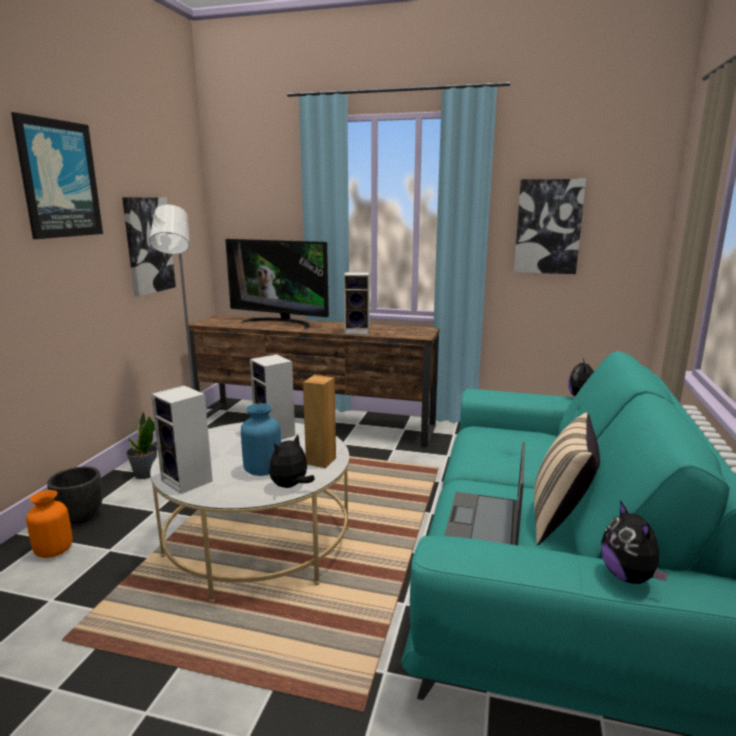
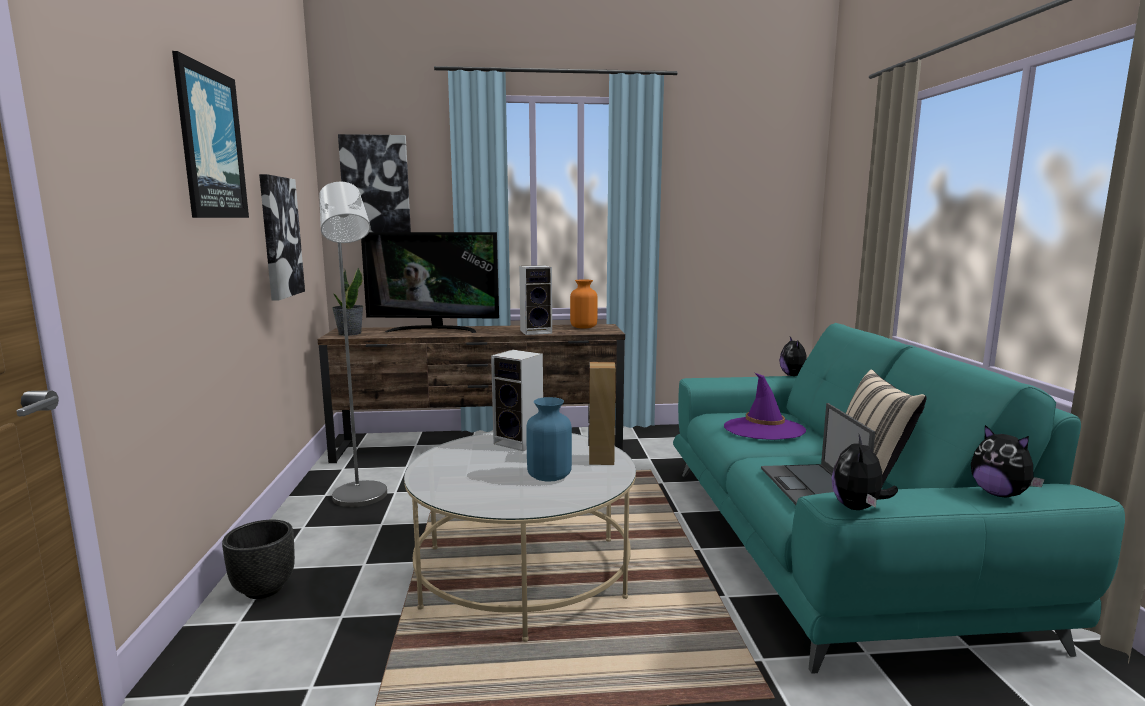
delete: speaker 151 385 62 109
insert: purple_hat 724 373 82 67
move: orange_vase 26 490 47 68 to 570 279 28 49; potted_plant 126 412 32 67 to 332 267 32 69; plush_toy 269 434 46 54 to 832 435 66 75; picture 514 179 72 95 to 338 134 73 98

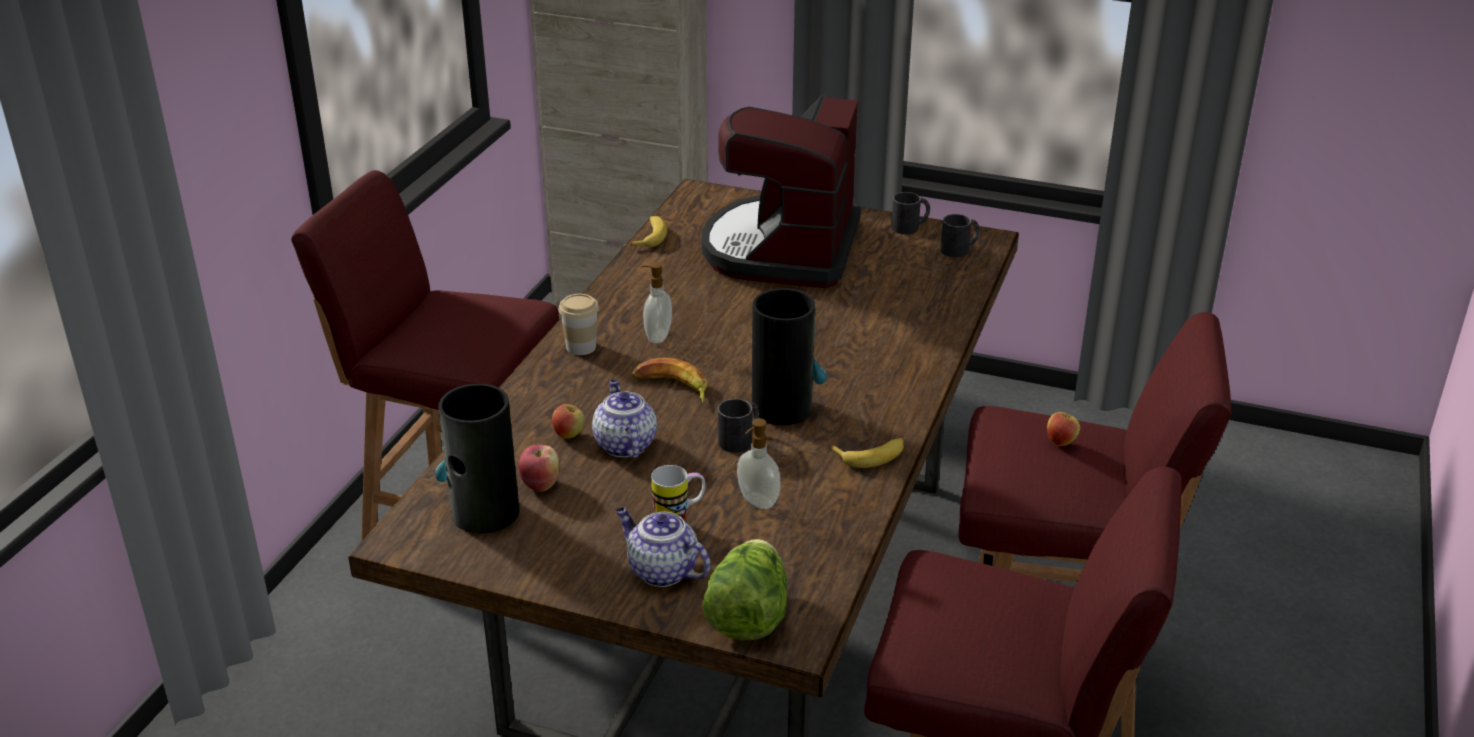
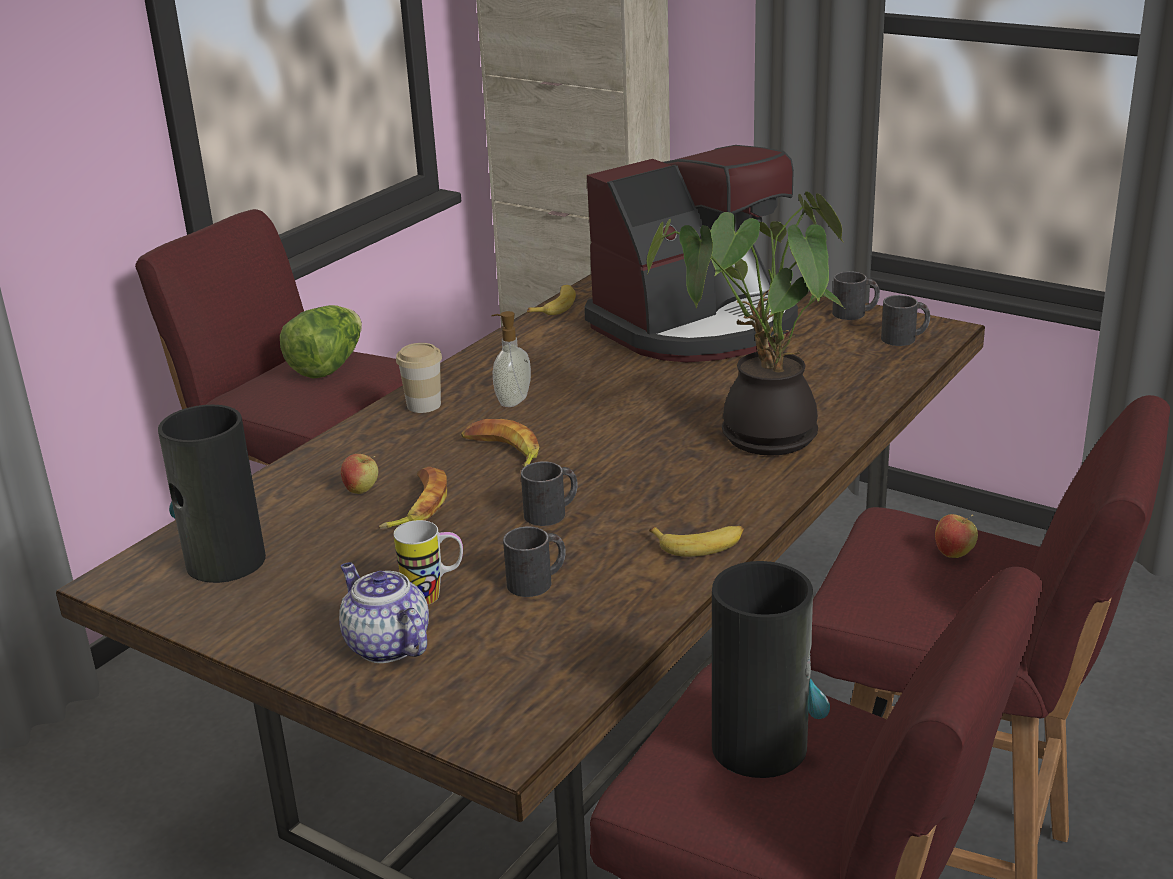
delete: apple 518 445 42 47
insert: potted_plant 646 191 198 265
move: lettuce 702 539 85 102 to 280 305 82 74; vase 752 288 75 137 to 712 561 118 217
replace: teapot 592 380 65 78 to banana 379 466 68 63; soap_dispenser 737 418 44 91 to black_mug 503 527 63 70
rotate: coffee_machine 702 95 159 193 = 584 145 214 217 150 degrees counterclockwise

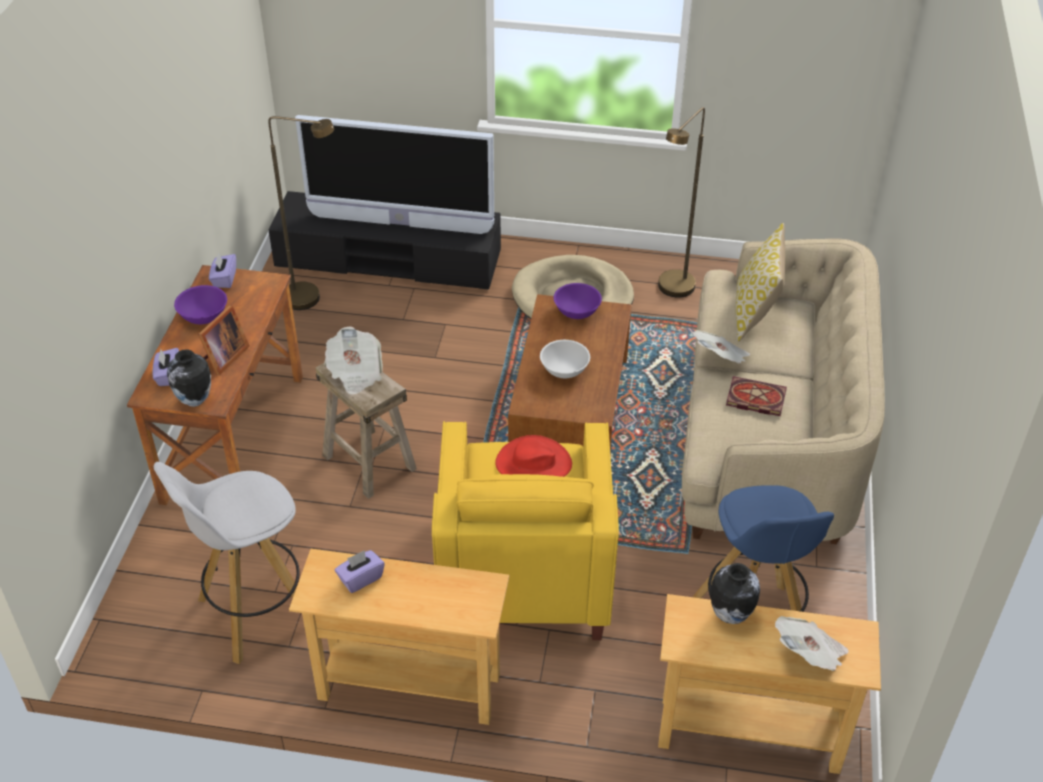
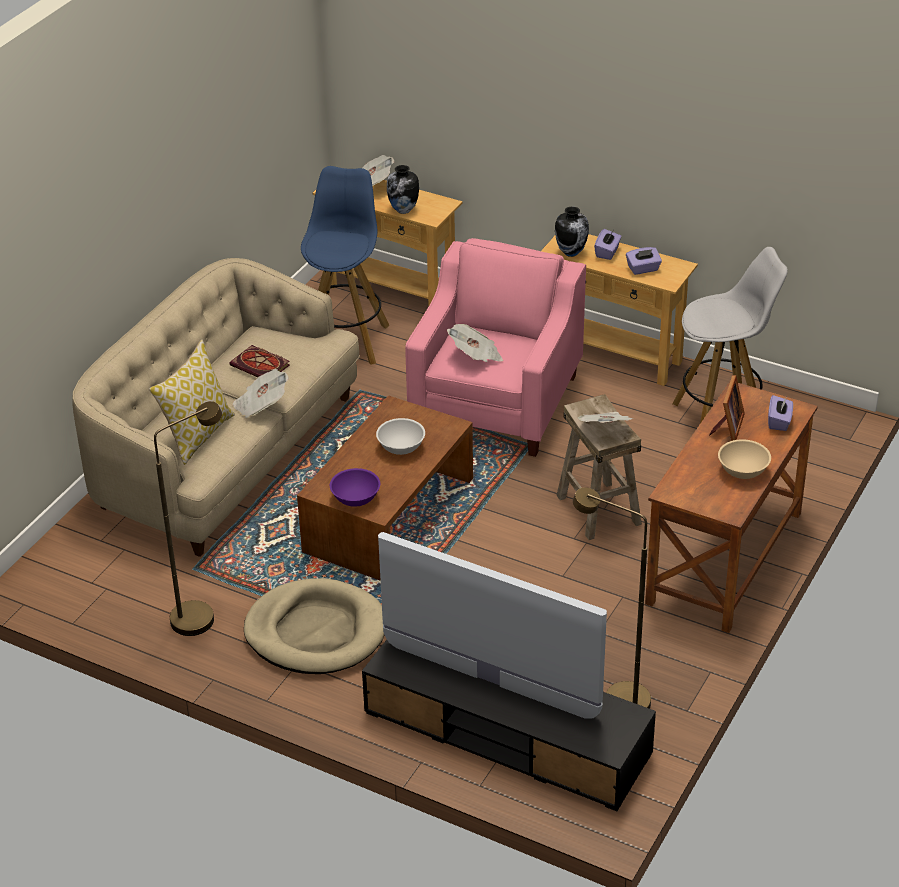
move: vase 167 349 44 58 to 555 206 34 51; purple_tissue_box 209 254 27 34 to 594 229 27 31
replace: red_hat 495 435 77 42 to newspaper 447 324 56 38
recolor: purple_bowl 174 285 53 39 to beige_bowl 718 439 53 40; yellow_armchair 432 421 187 219 to pink_armchair 405 238 181 219
rotate: picture_frame 198 305 52 70 = 709 375 36 66 150 degrees clockwise

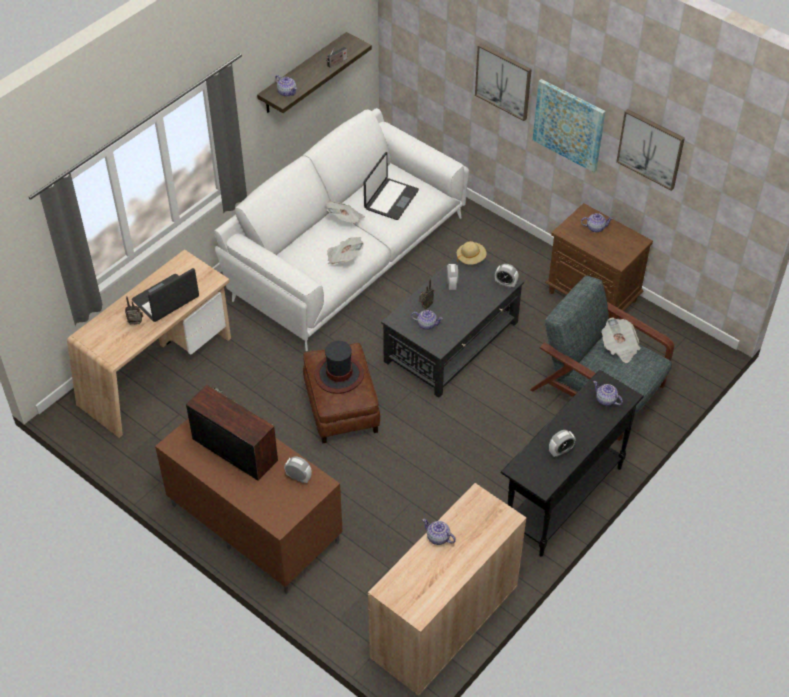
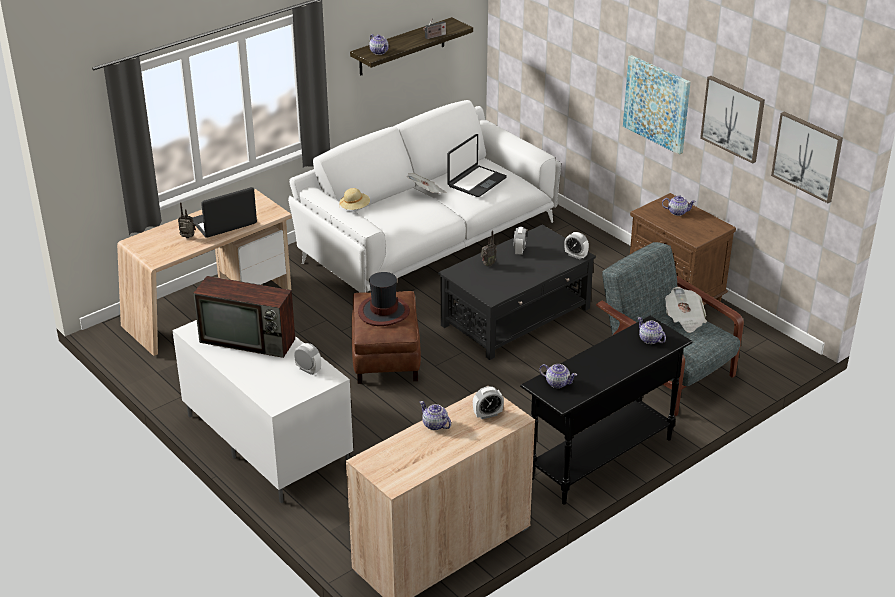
delete: newspaper 327 237 37 27
move: teapot 411 310 32 20 to 539 364 38 24; beige_hat 457 241 30 24 to 339 188 31 22; picture 475 43 57 78 to 771 112 72 91; alarm_clock 549 430 27 27 to 473 386 31 33
recolor: brown_tv_stand 155 418 188 176 to white_tv_stand 172 320 181 183
rotate: television 186 385 92 96 = 193 276 102 82 150 degrees clockwise

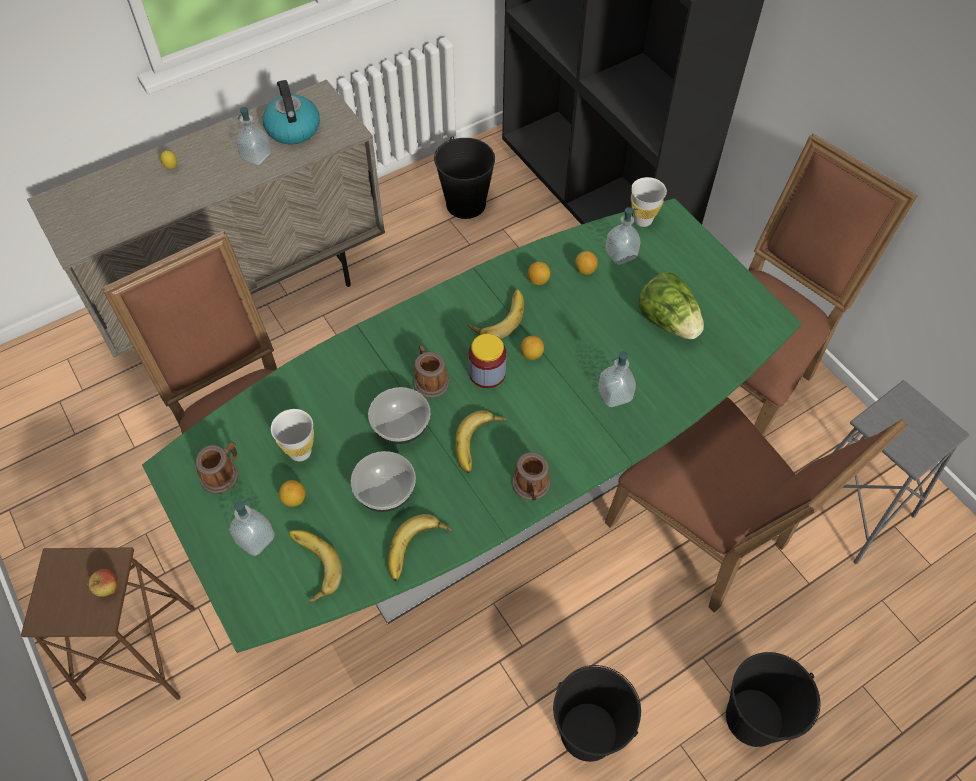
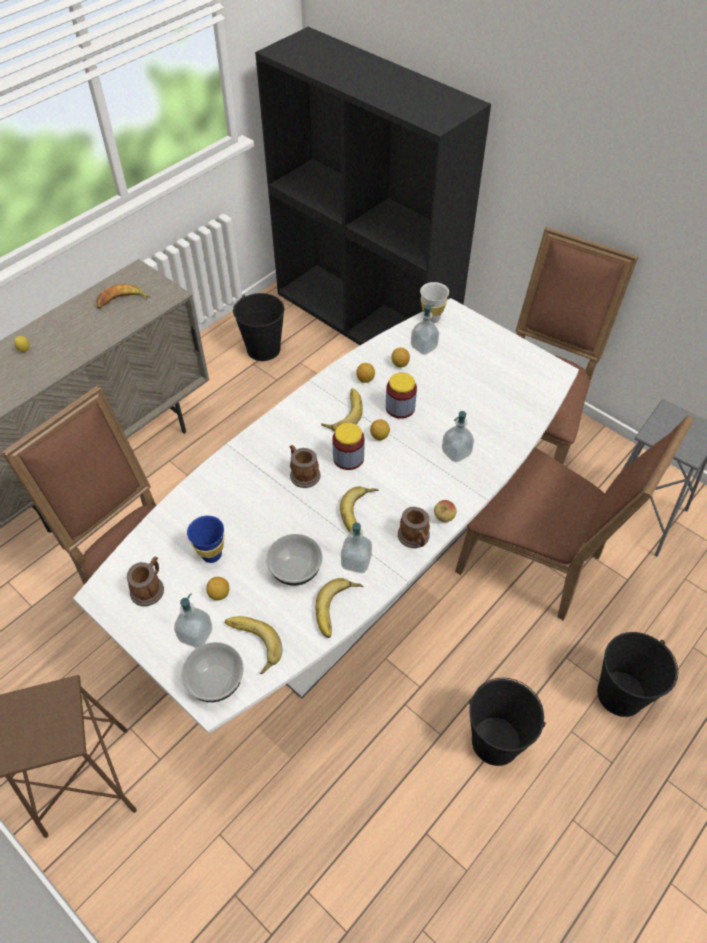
delete: lettuce 639 273 65 66
insert: jar 386 373 31 46
move: apple 87 569 31 28 to 434 500 22 22; soap_dispenser 236 107 35 58 to 341 523 31 50; bowl 368 387 62 57 to 181 642 63 60
replace: kettle 263 80 57 65 to banana 96 284 54 24
recolor: green_dining_table 142 198 659 455 to white_dining_table 73 298 506 436; white_cup 271 409 43 52 to blue_cup 187 516 37 47

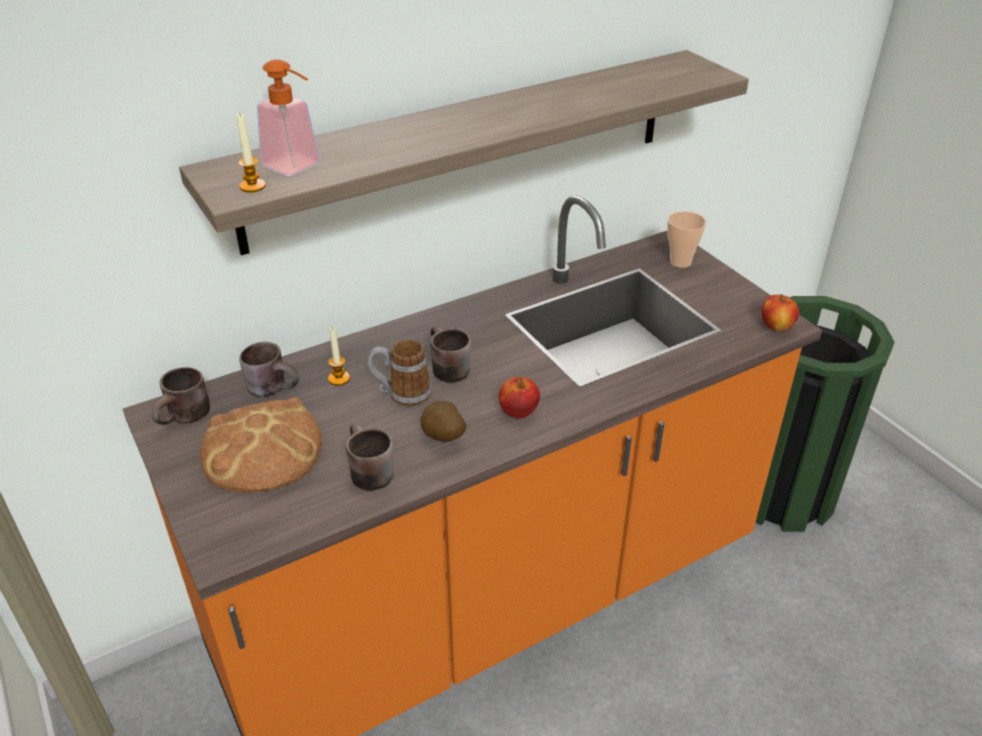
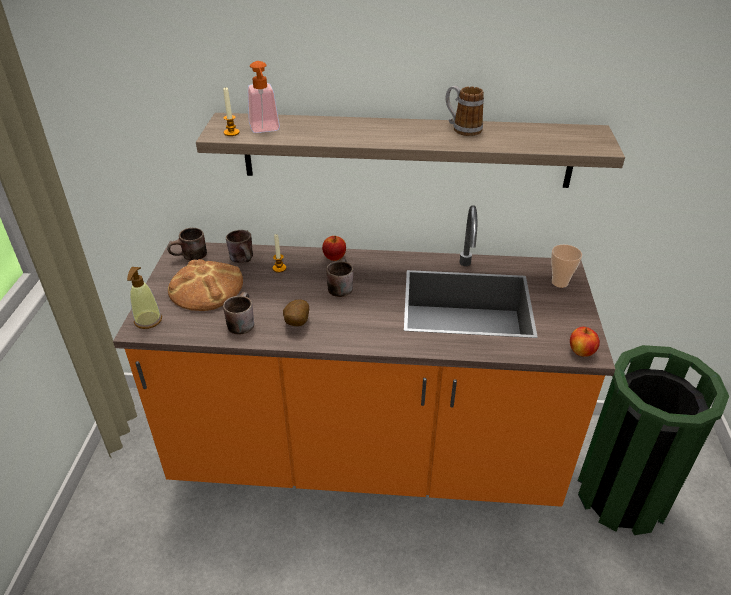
insert: soap_dispenser 127 267 35 62
move: mug 368 339 63 68 to 446 86 38 50; apple 499 377 41 42 to 322 236 24 25

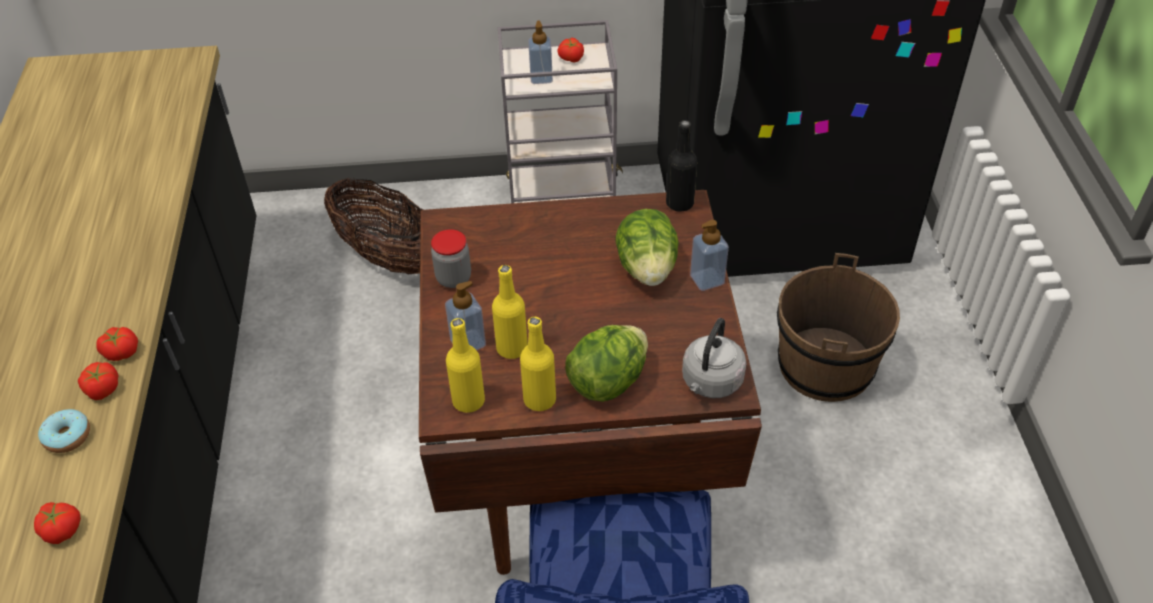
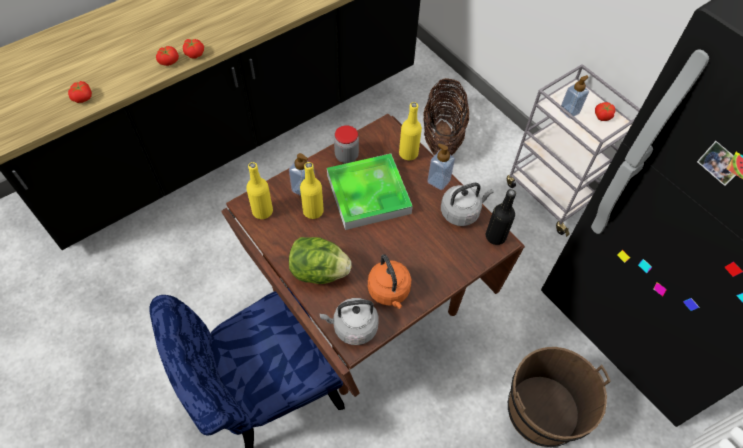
delete: donut 38 409 52 44; lettuce 616 209 63 77
insert: tray 327 154 86 76; orange_kettle 368 254 43 55; grey_kettle 441 182 53 44
move: yellow_bottle 520 317 36 94 to 399 102 23 58; soap_dispenser 690 220 39 71 to 427 143 28 47

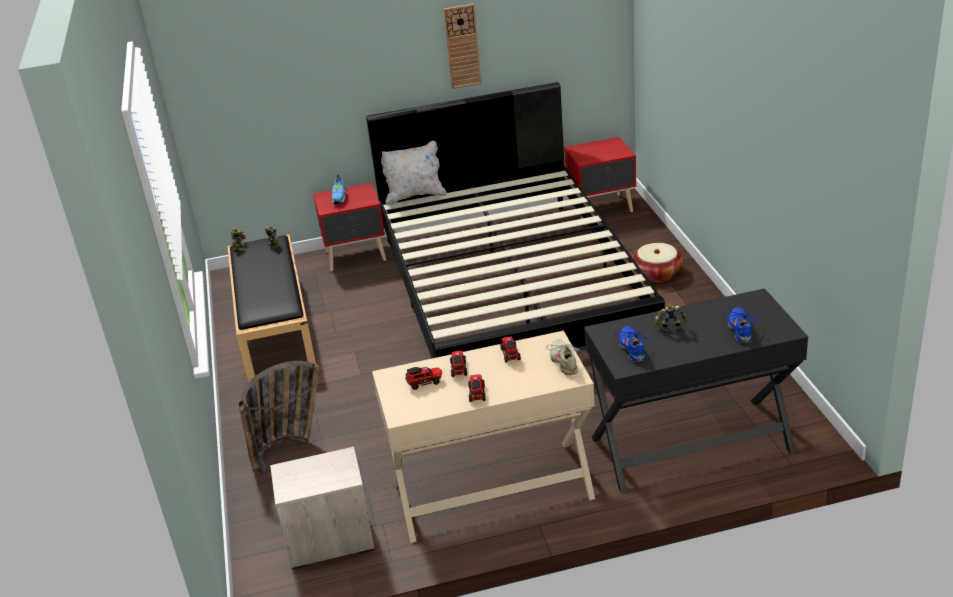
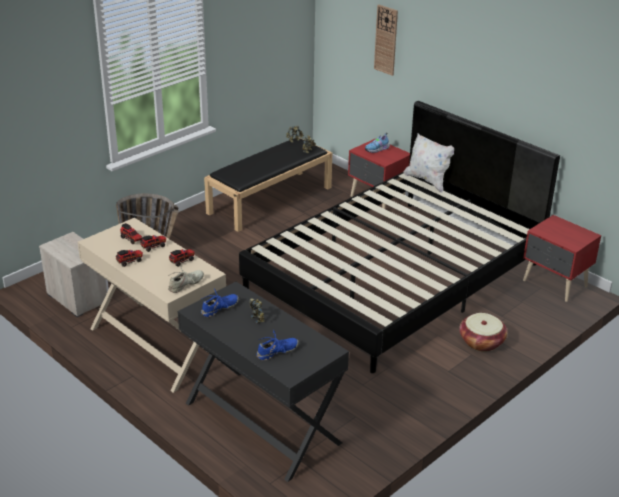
move: wall_clock 443 4 39 85 to 374 5 24 71

